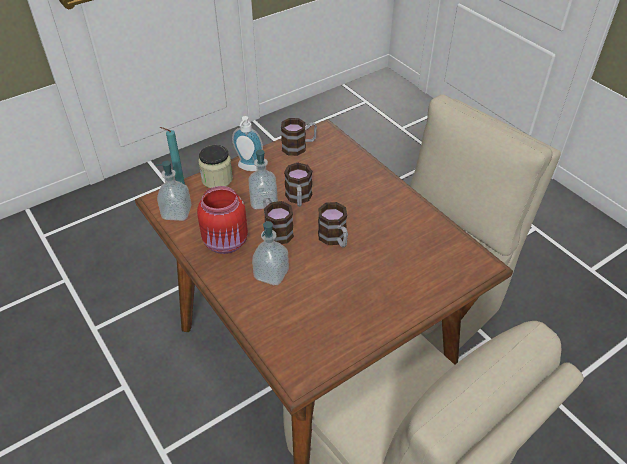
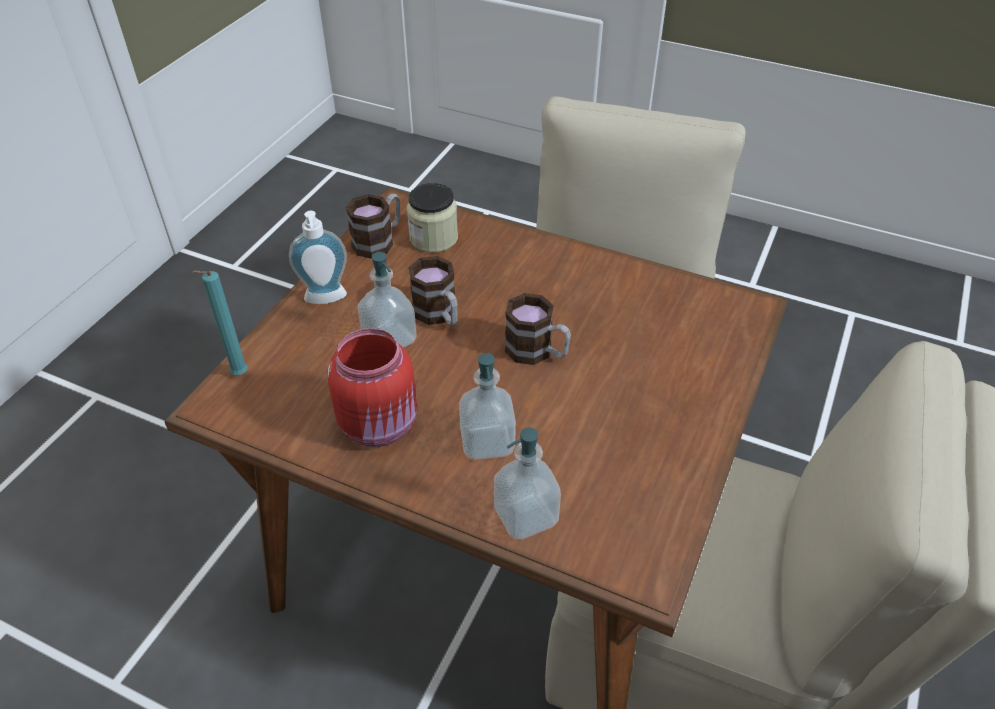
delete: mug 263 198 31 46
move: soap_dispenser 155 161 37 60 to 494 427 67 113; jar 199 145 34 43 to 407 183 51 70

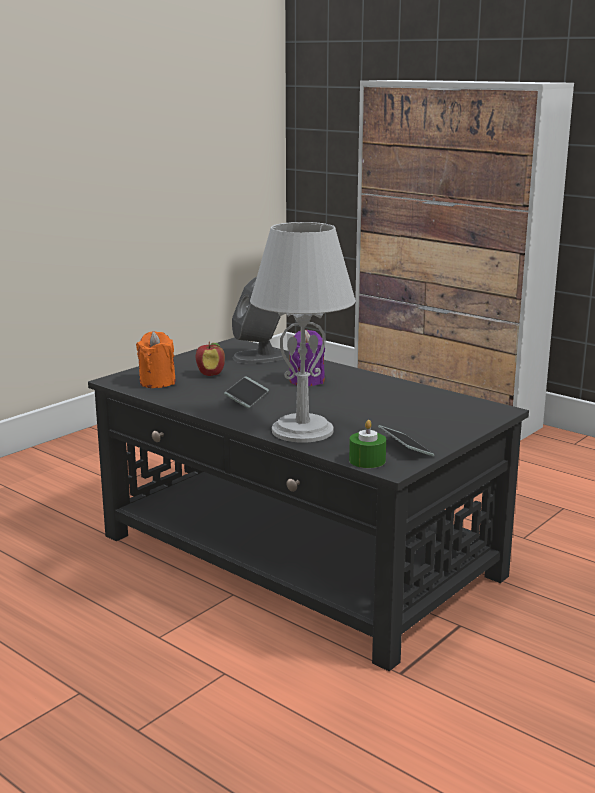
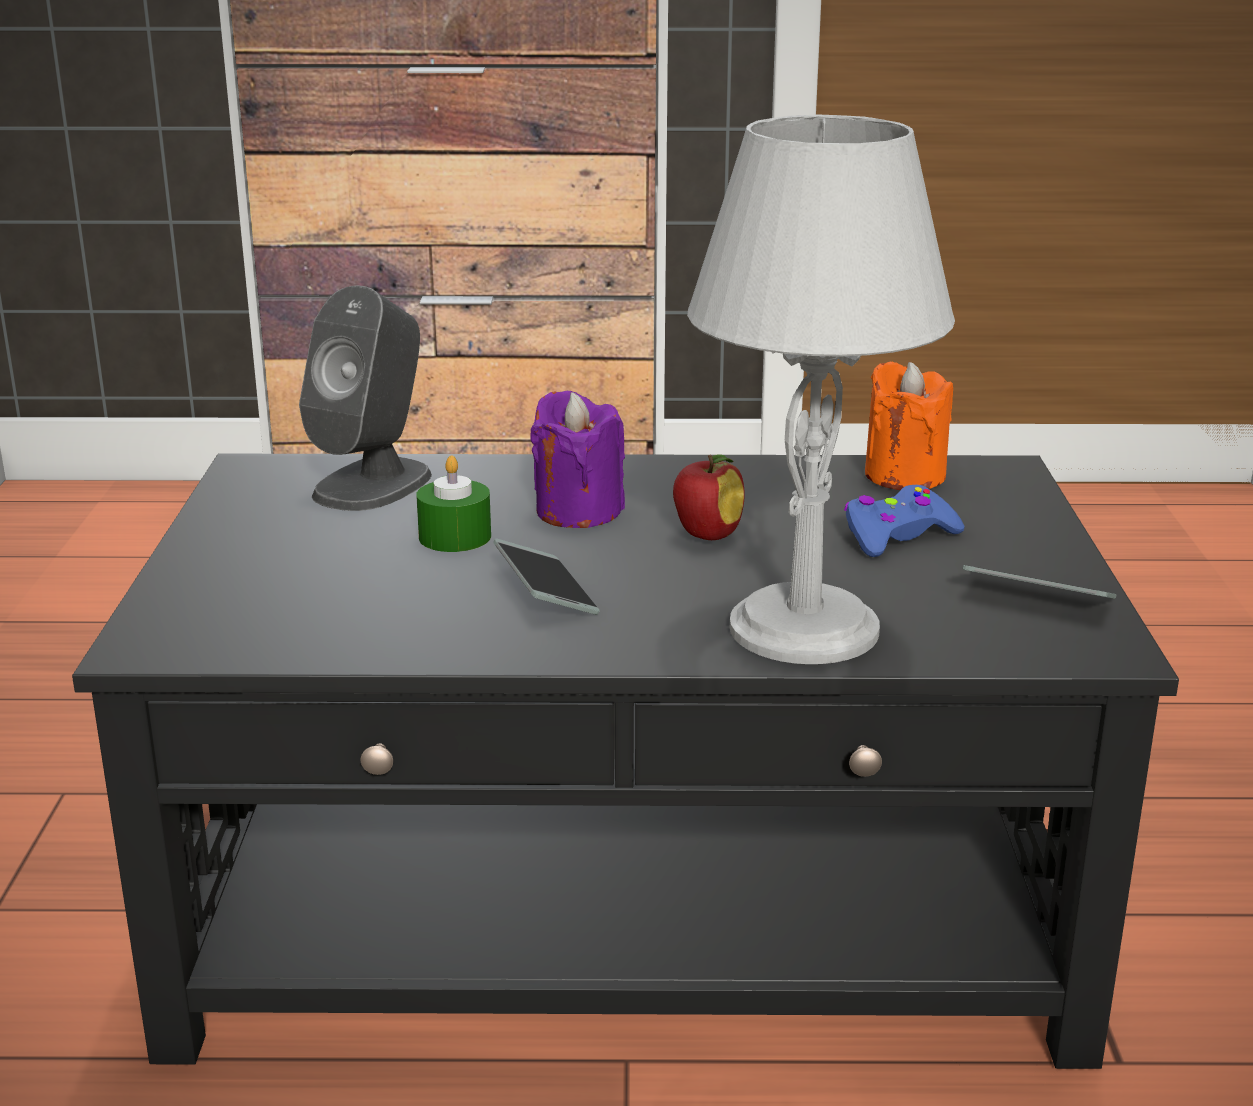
insert: blue_game_controller 844 485 121 72
move: orange_candle 136 331 40 57 to 865 362 88 128; apple 195 342 30 34 to 673 454 72 86; green_candle 349 420 37 48 to 416 455 75 97

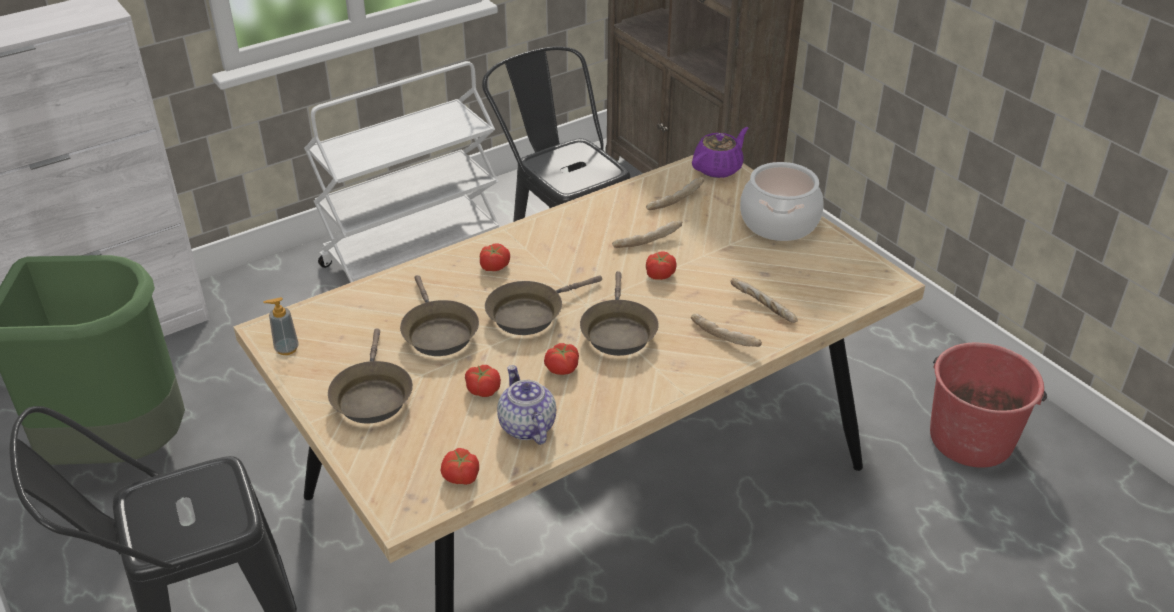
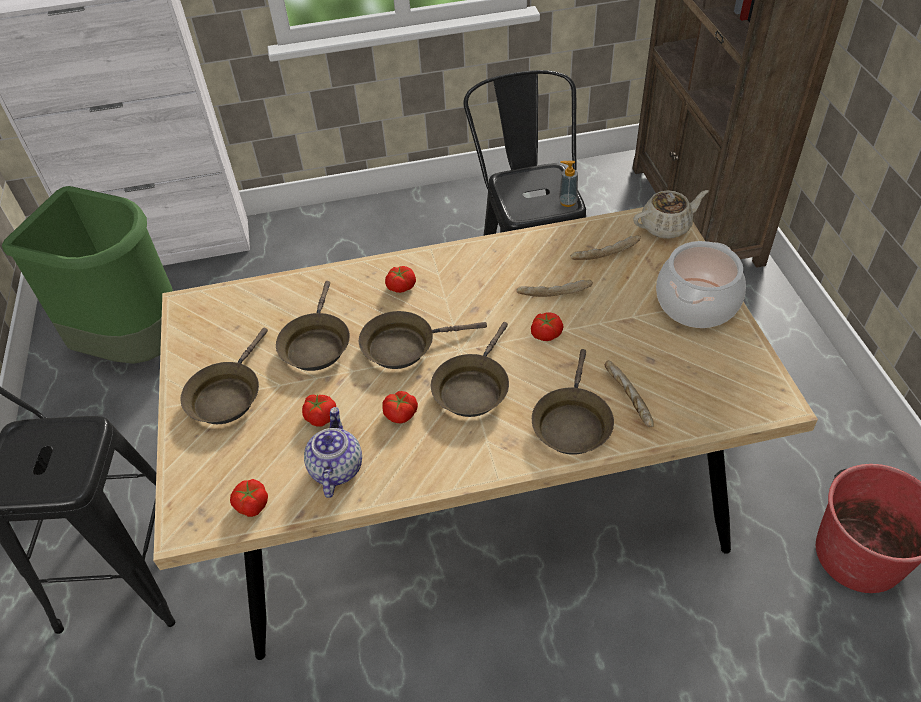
delete: white_cart 304 61 196 222
move: soap_dispenser 263 297 36 58 to 559 161 19 46
replace: bread 691 313 71 34 to brown_frying_pan 532 349 82 106
recolor: purple_teapot 692 127 56 51 to beige_teapot 633 190 76 49

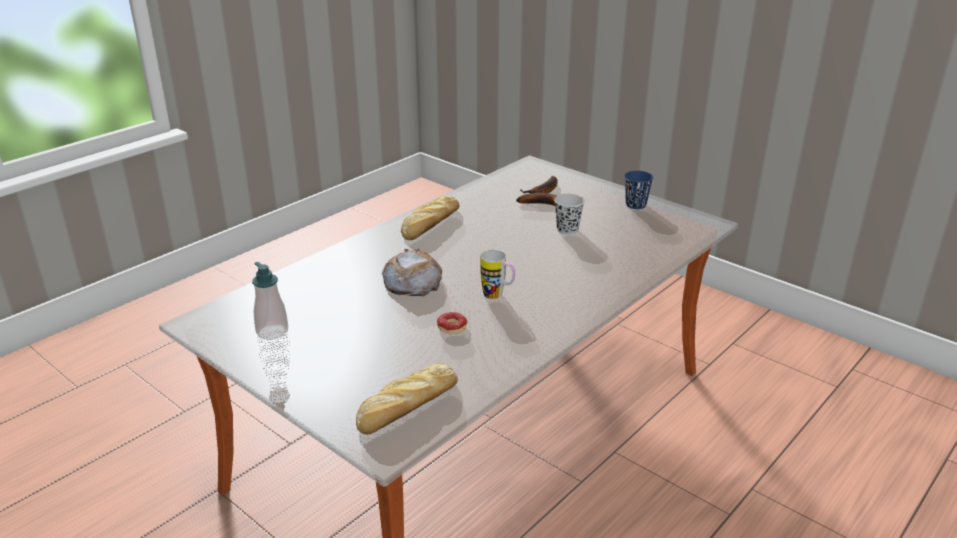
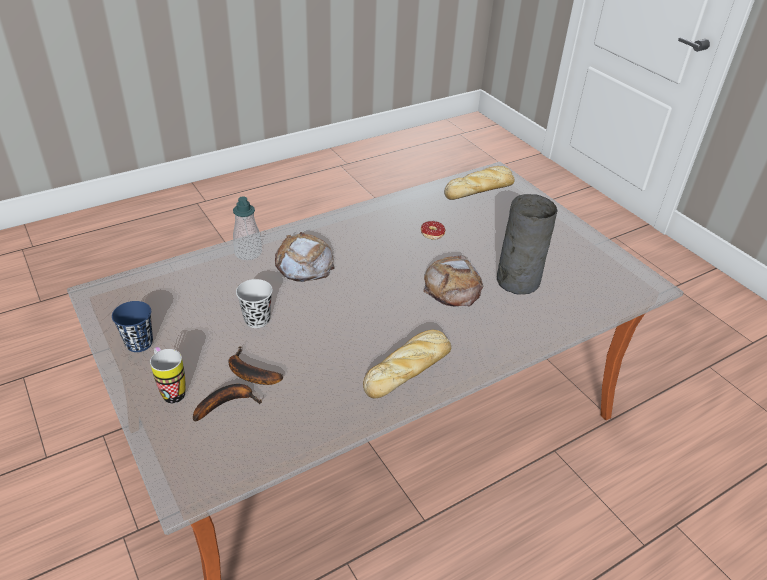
insert: bread 275 232 60 50; grey_vase 497 194 60 100
move: soap_dispenser 252 262 36 78 to 233 196 29 64; mug 480 250 35 49 to 150 347 36 57

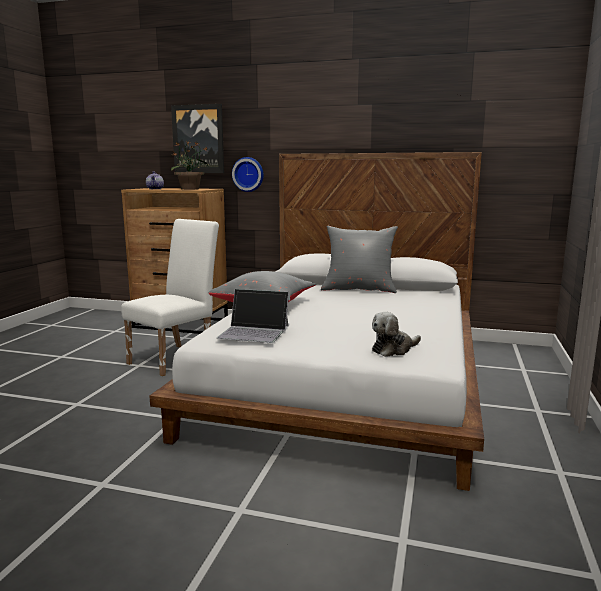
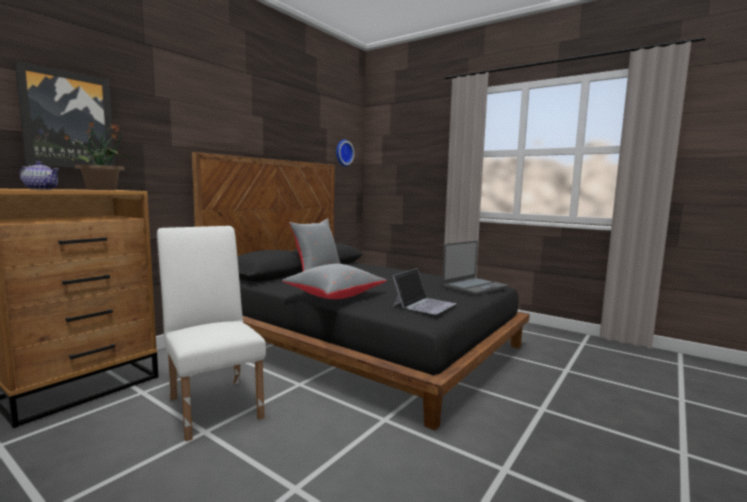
move: wall_clock 232 157 32 35 to 336 140 18 26
replace: plush_toy 372 312 49 45 to laptop 442 241 66 54
recolor: white_bed 149 152 335 339 to black_bed 191 152 339 278

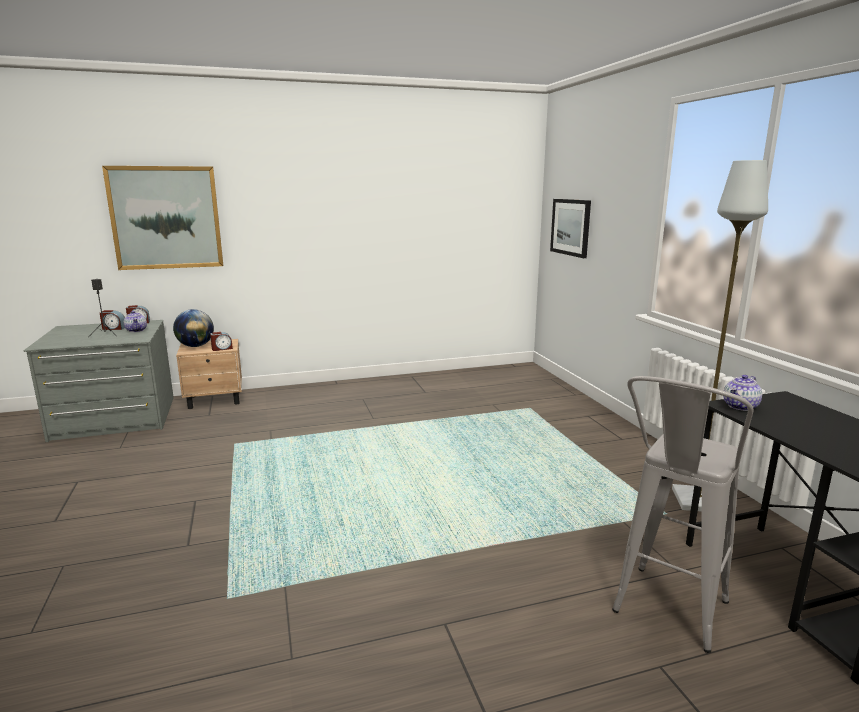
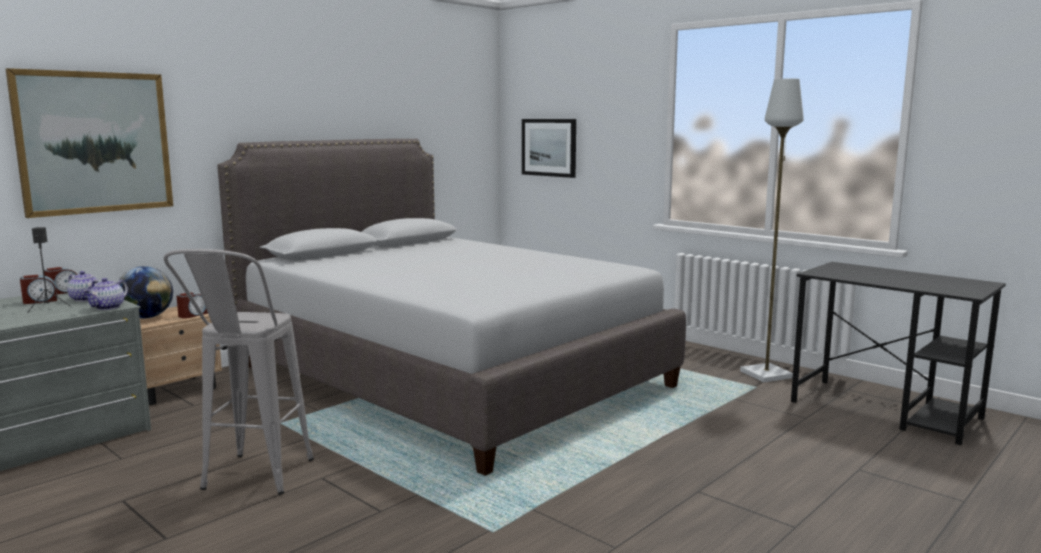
insert: grey_bed 217 139 469 337
move: grey_stool 612 376 142 277 to 164 249 150 246; teapot 723 375 39 36 to 83 278 45 32

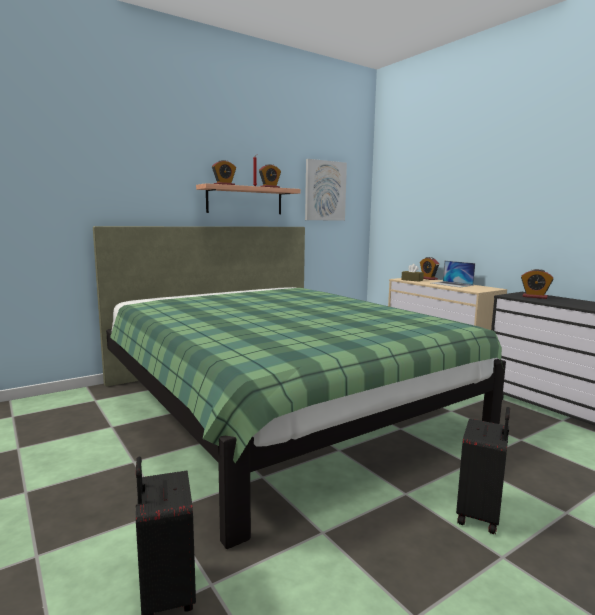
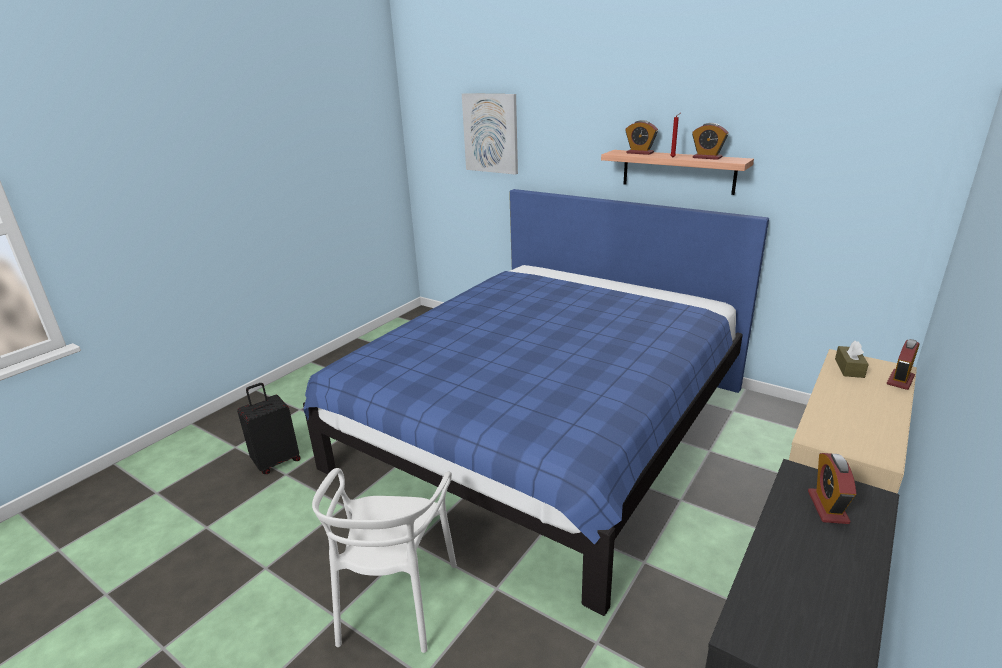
delete: laptop 431 261 44 26
move: picture 305 159 42 62 to 462 93 56 82
replace: black_suitcase 456 407 54 127 to white_chair 312 468 145 185
recolor: green_bed 93 226 413 323 to blue_bed 303 189 466 427

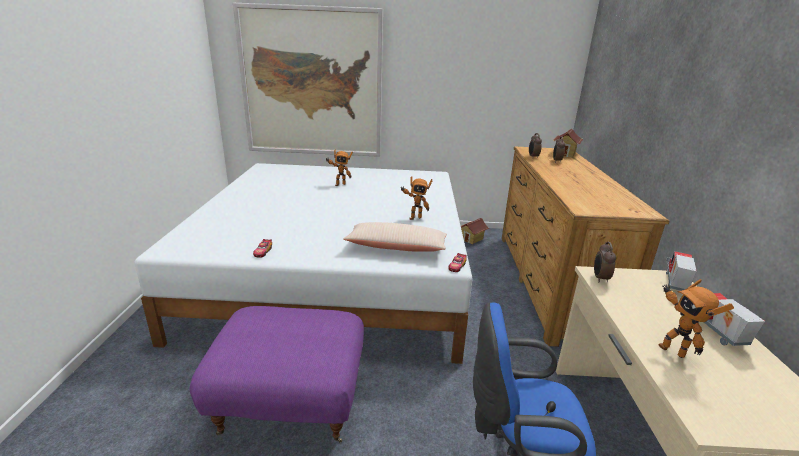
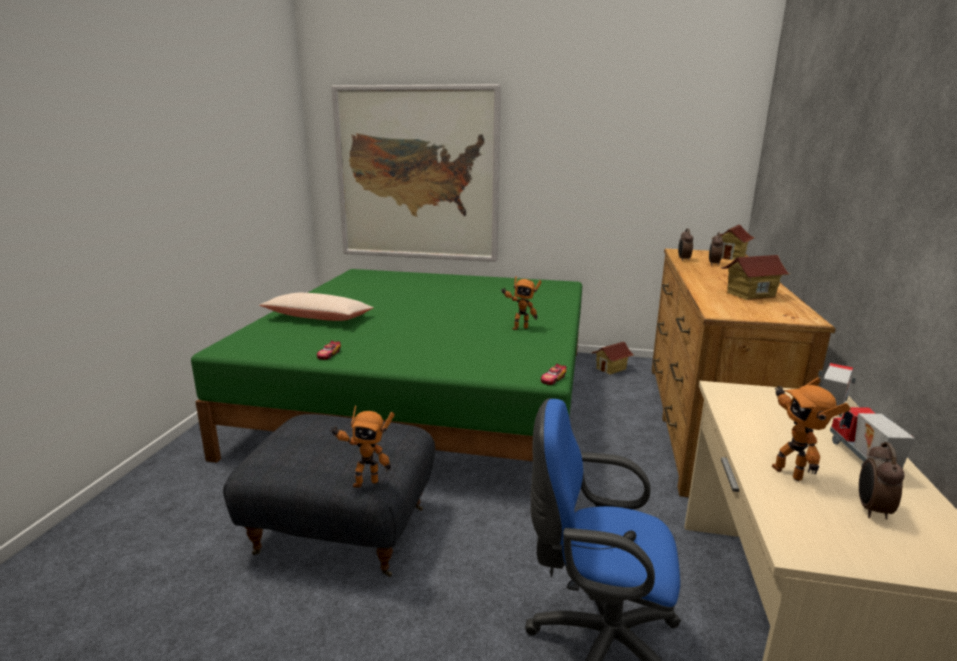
insert: toy_house 721 255 68 45
move: toy_robot 325 149 28 37 to 329 406 66 82; beige_pillow 343 222 104 30 to 259 293 115 28; alarm_clock 594 242 22 41 to 859 442 45 78
recolor: white_bed 135 163 338 201 to green_bed 191 269 391 194; purple_ottoman 190 306 174 136 to grey_ottoman 223 414 212 163

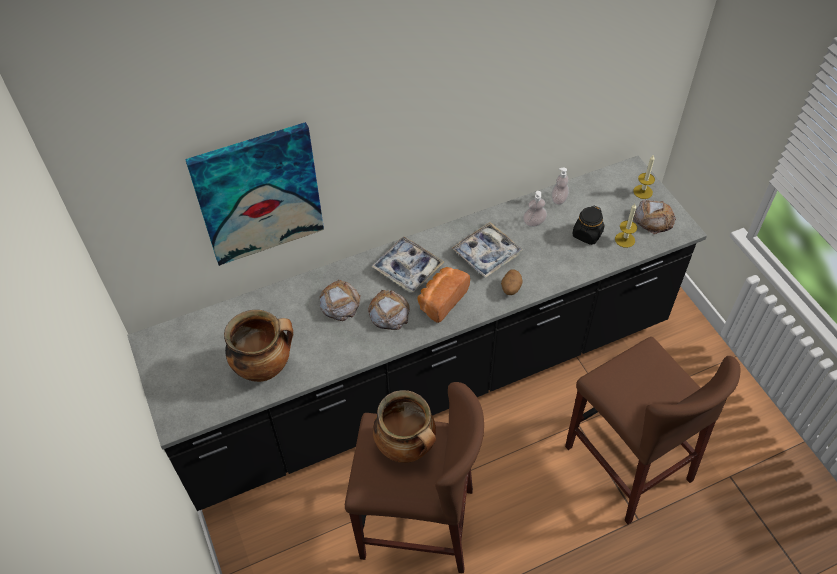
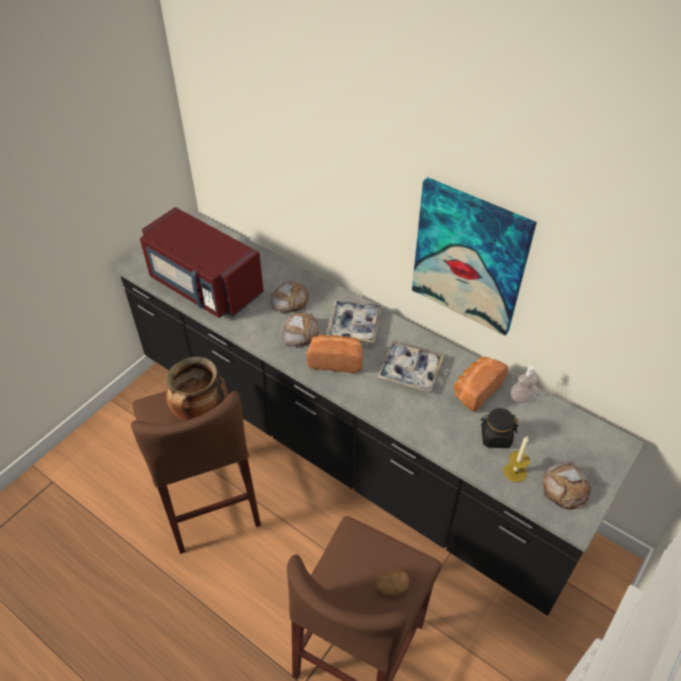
delete: candle 633 154 22 45
move: picture 185 122 139 144 to 412 177 125 159; potato 501 269 22 26 to 375 571 34 25
replace: cooking_pot 224 310 69 72 to red_microwave 140 207 124 111; soap_dispenser 523 191 24 36 to bread 454 357 54 55

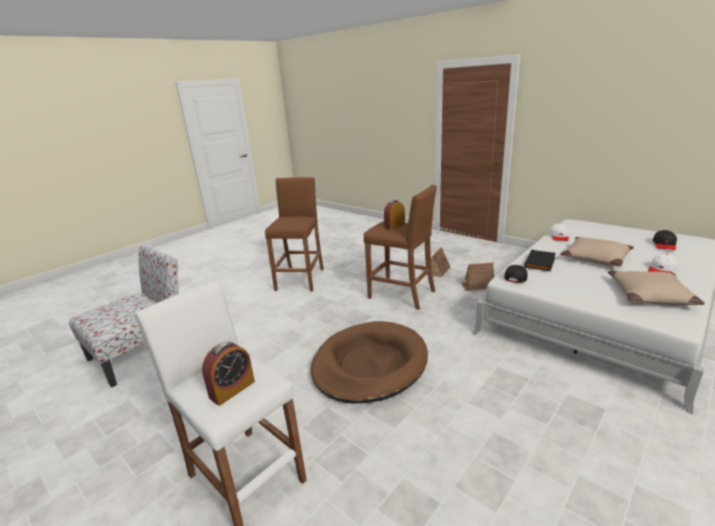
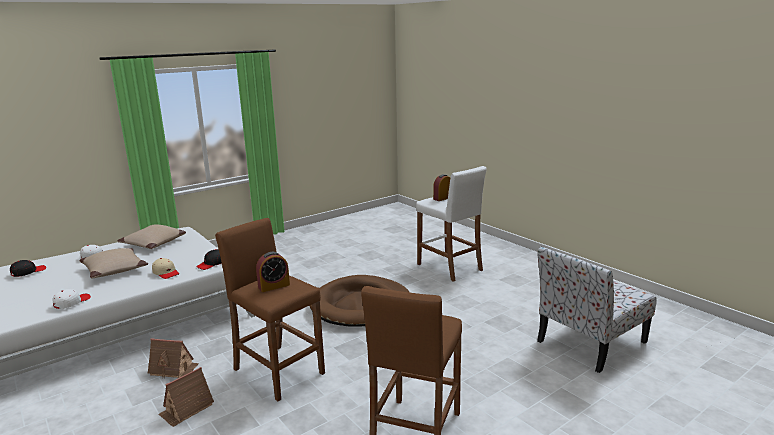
replace: black_book 524 250 32 21 to beige_cap 152 258 27 21

